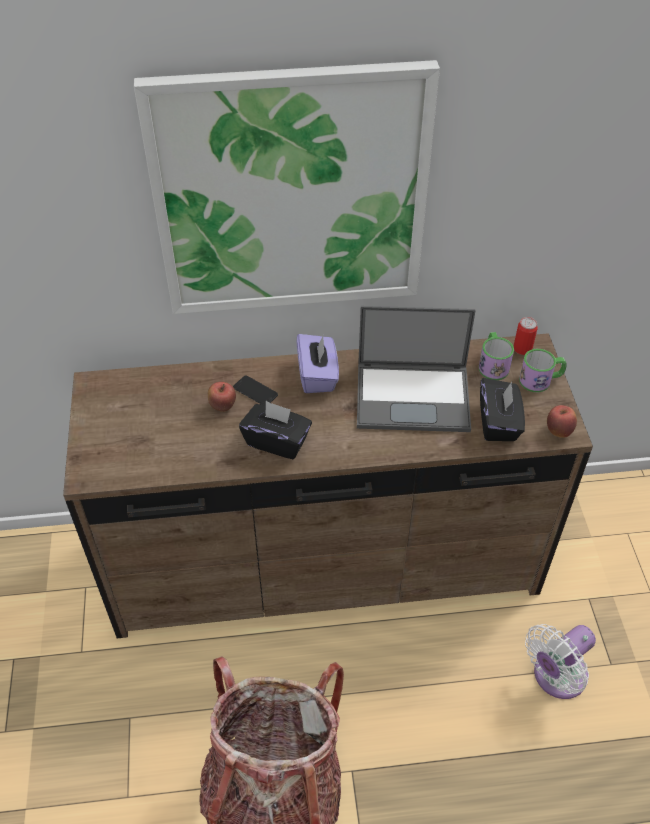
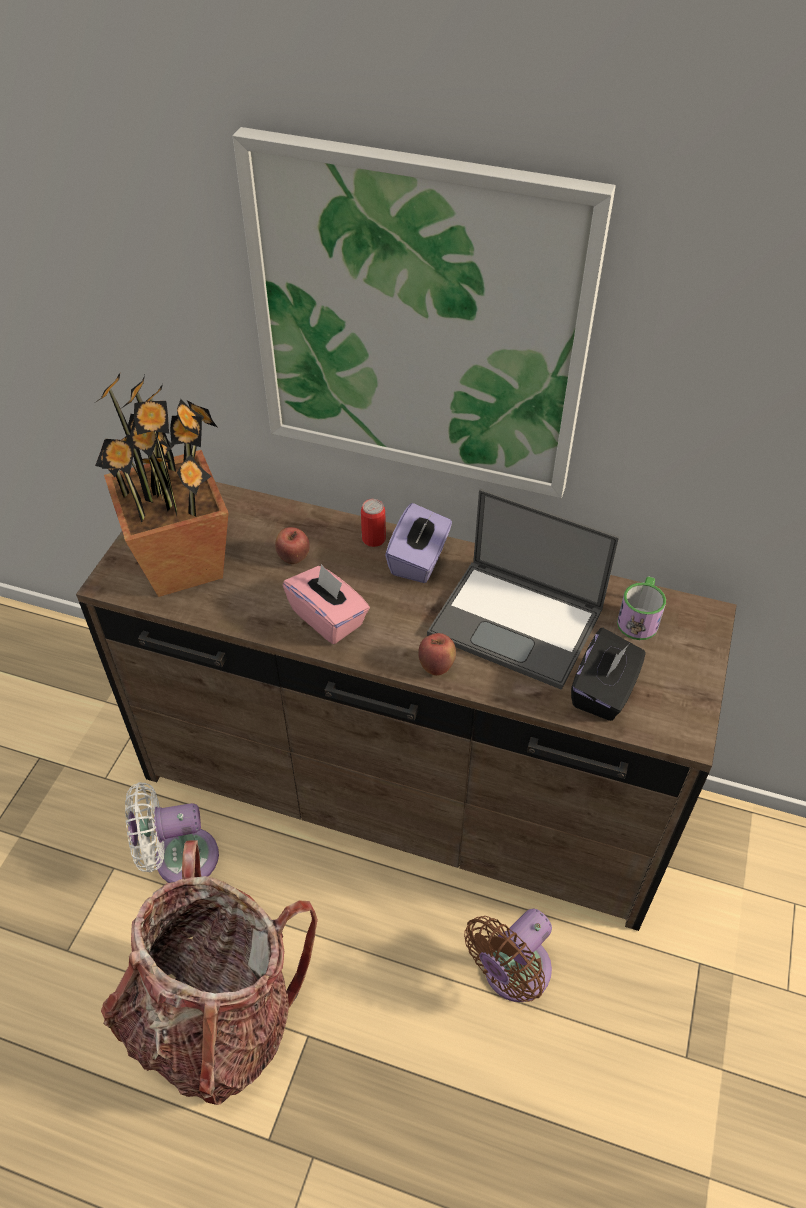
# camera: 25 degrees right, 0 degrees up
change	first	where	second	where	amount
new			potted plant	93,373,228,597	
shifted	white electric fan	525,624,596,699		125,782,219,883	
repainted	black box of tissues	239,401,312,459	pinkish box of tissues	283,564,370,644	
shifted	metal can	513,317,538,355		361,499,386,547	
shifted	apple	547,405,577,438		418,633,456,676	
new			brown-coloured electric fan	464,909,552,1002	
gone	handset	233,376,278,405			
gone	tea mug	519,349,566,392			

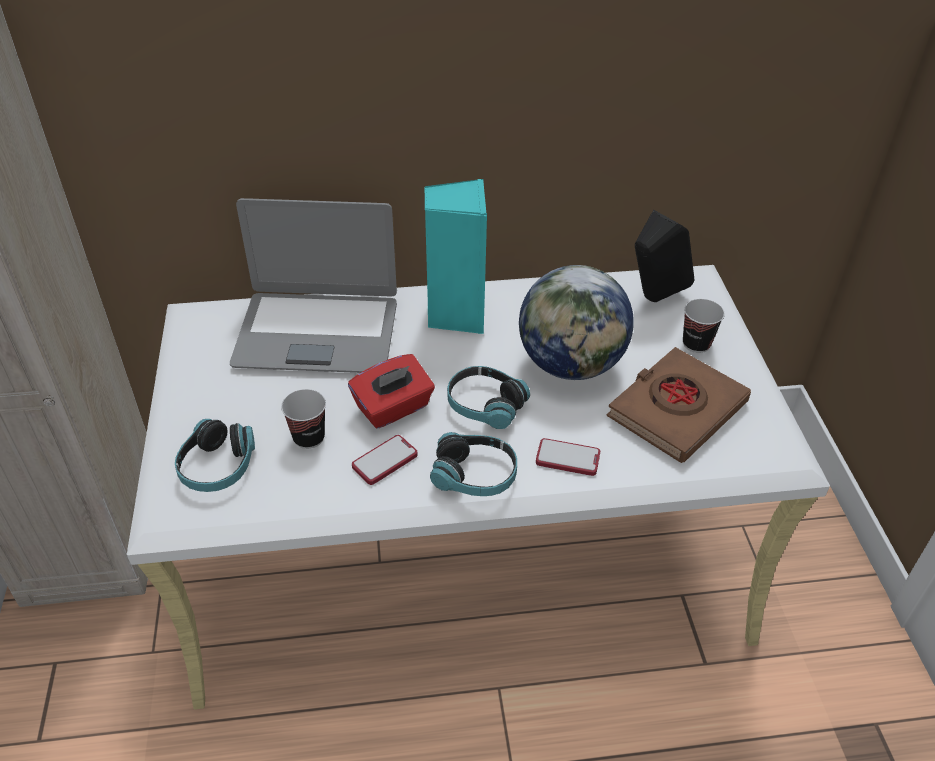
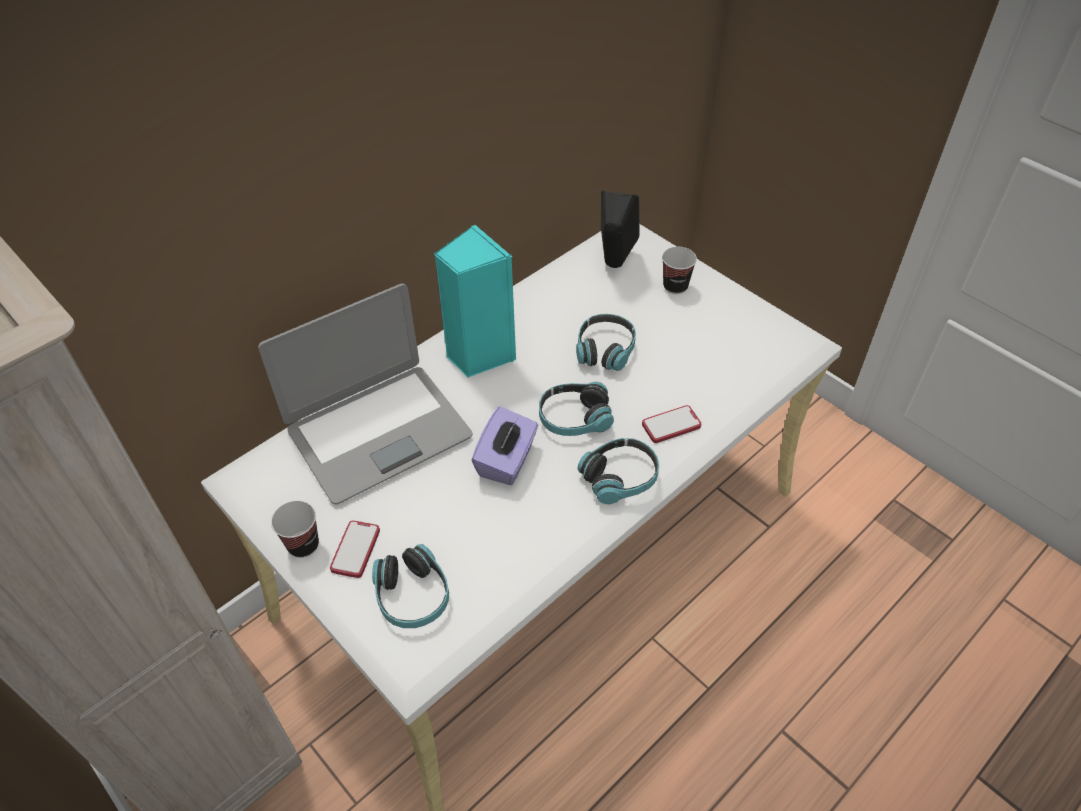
# camera: 35 degrees left, 5 degrees up
change	first	where	second	where	amount
shifted	cup	281,389,326,449		271,500,319,558	
shifted	handset	352,435,418,485		330,520,380,578	
repainted	red box of tissues	348,354,435,429	purple-coloured box of tissues	471,406,538,485	
swapped	desk globe	519,265,634,380	pair of headphones	576,314,636,371	
gone	brown-coloured bound book	606,347,751,463			

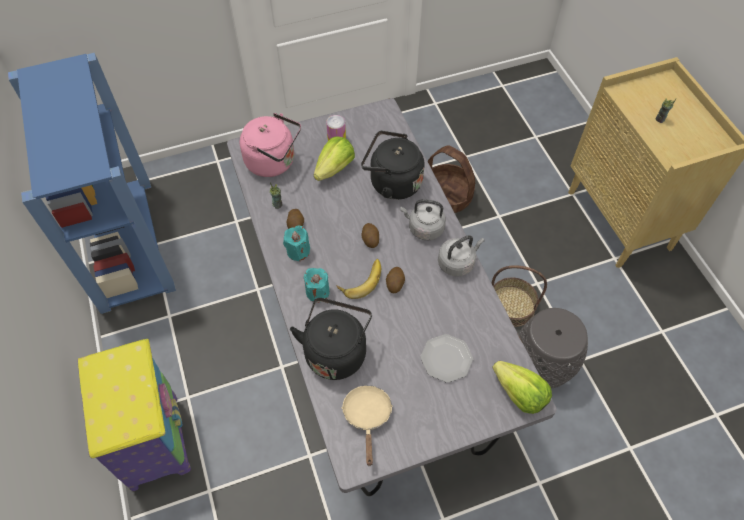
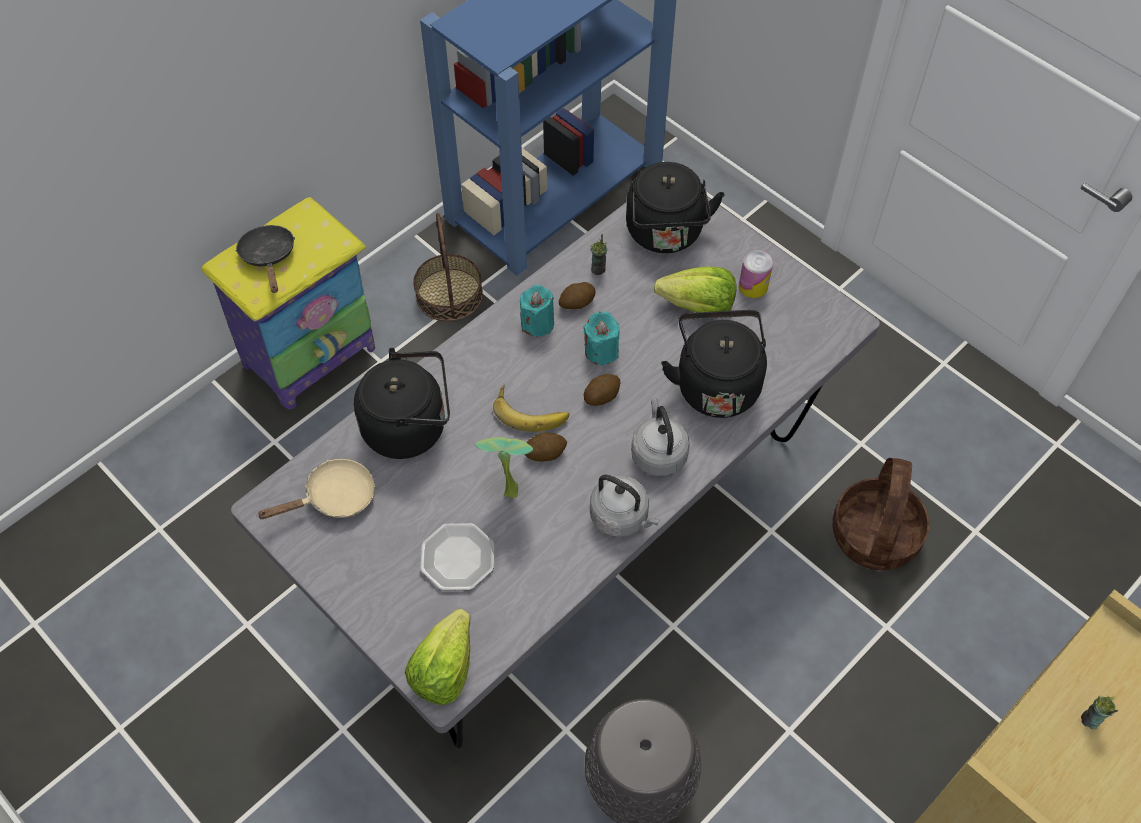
# camera: 65 degrees right, 0 degrees up
change	first	where	second	where	amount
new			black pan	235,225,295,293	
shifted	household basket	492,265,547,327		413,213,483,322	
new			potted plant	475,437,533,498	
shifted	blue-green wax light	303,268,330,303		584,312,619,365	
repainted	pinkish kettle	240,113,301,177	black kettle	626,162,725,253	

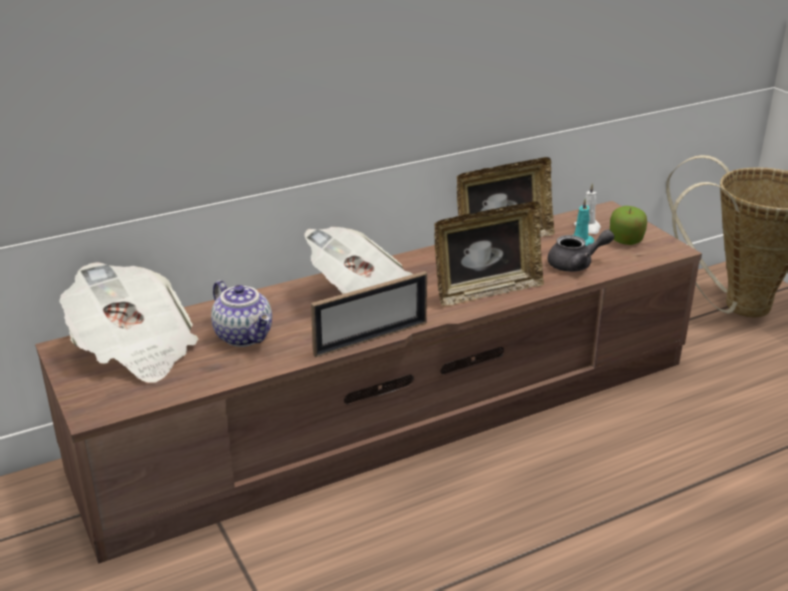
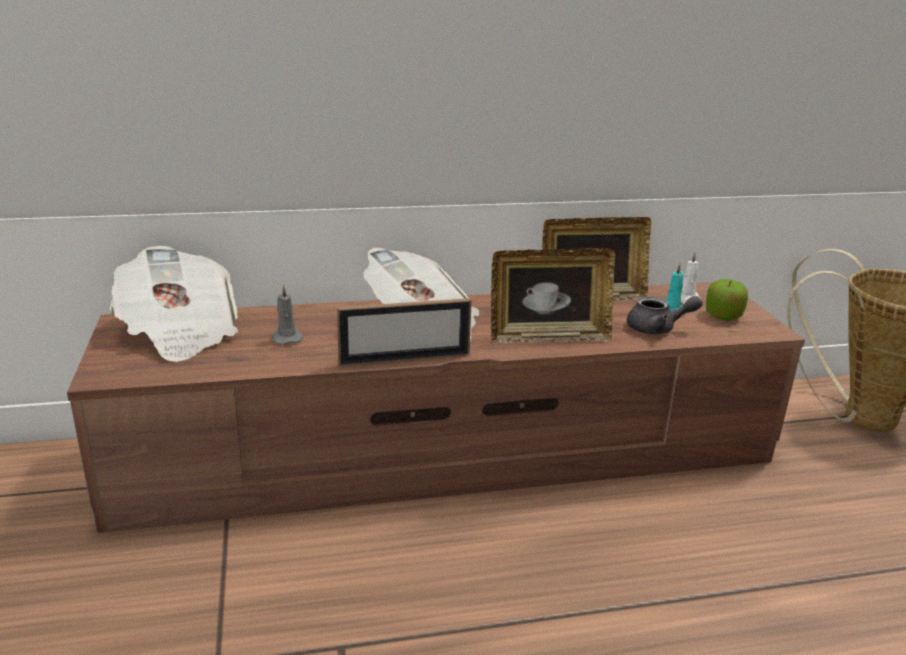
# camera: 15 degrees right, 5 degrees down
change	first	where	second	where	amount
swapped	teapot	211,280,272,347	gray wax light	272,285,303,345	

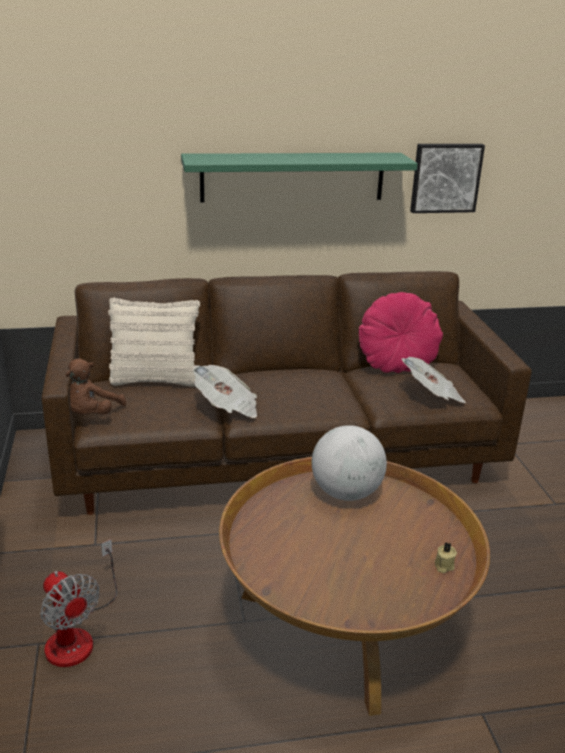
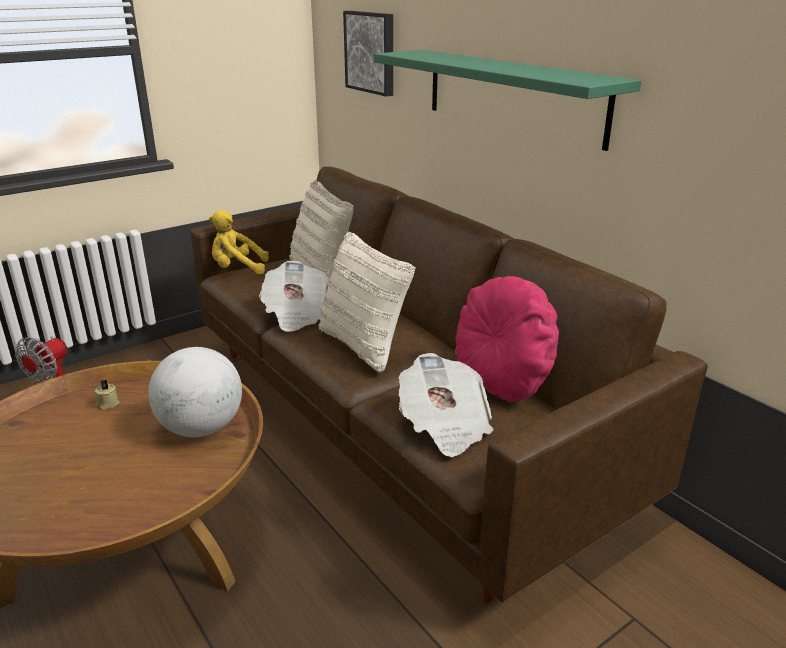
# camera: 65 degrees right, 0 degrees up
change	first	where	second	where	amount
shifted	beige-coloured wax light	434,542,457,573		95,379,120,410	
repainted	brown-coloured plush toy	66,358,126,415	yellowish plush toy	209,210,269,275	
new			beige-coloured cushion	318,232,416,373	
shifted	wall picture	410,144,485,213		343,11,393,96	

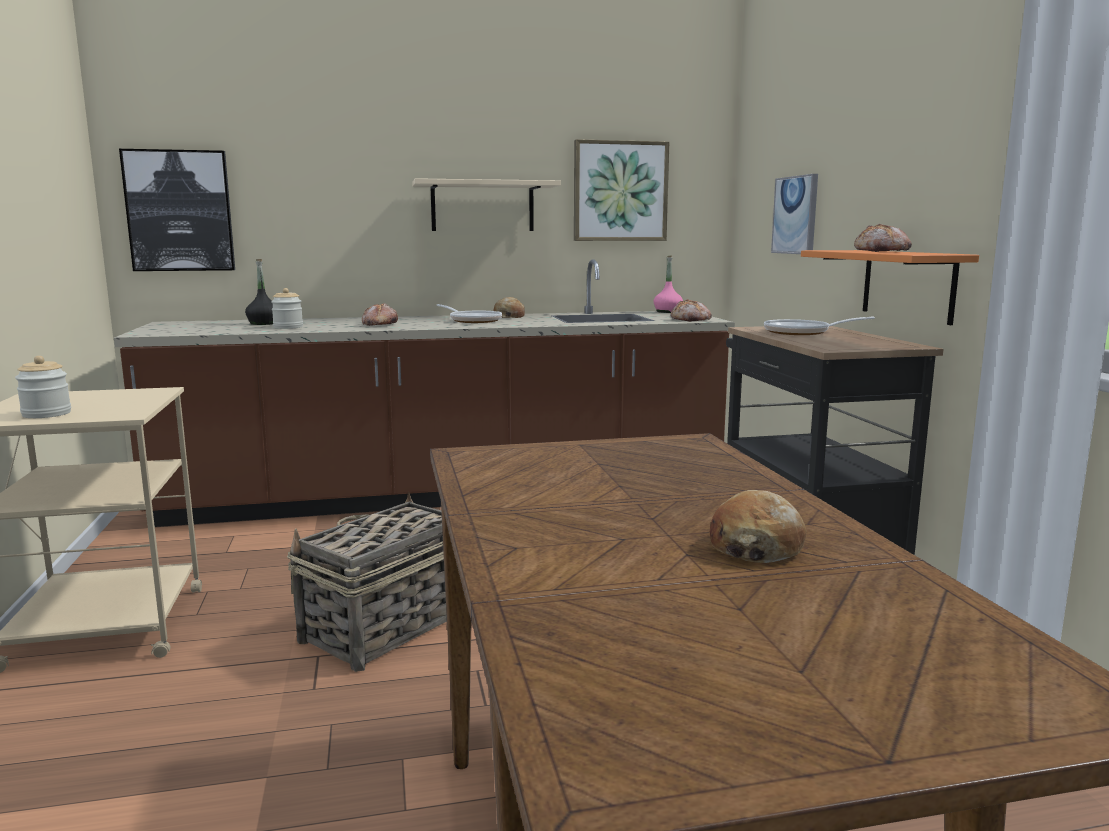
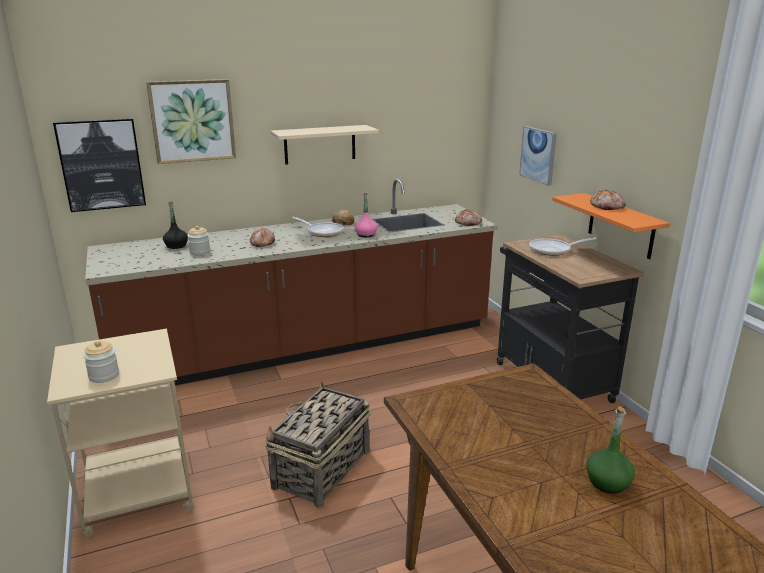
# camera: 10 degrees left, 10 degrees up
change	first	where	second	where	amount
shifted	wall picture	574,139,669,241		146,79,236,164	
shifted	pinkish beverage bottle	654,255,683,313		355,192,377,237	
swapped	baked bread	710,490,806,563	greenish beverage bottle	586,406,635,494	

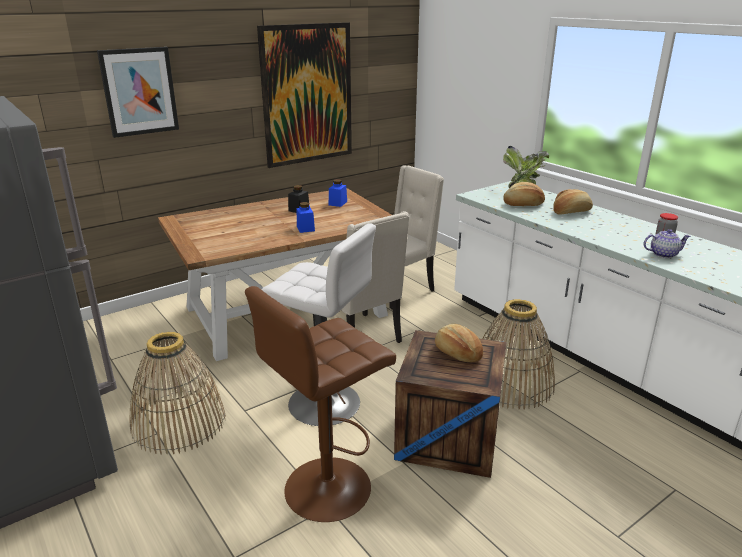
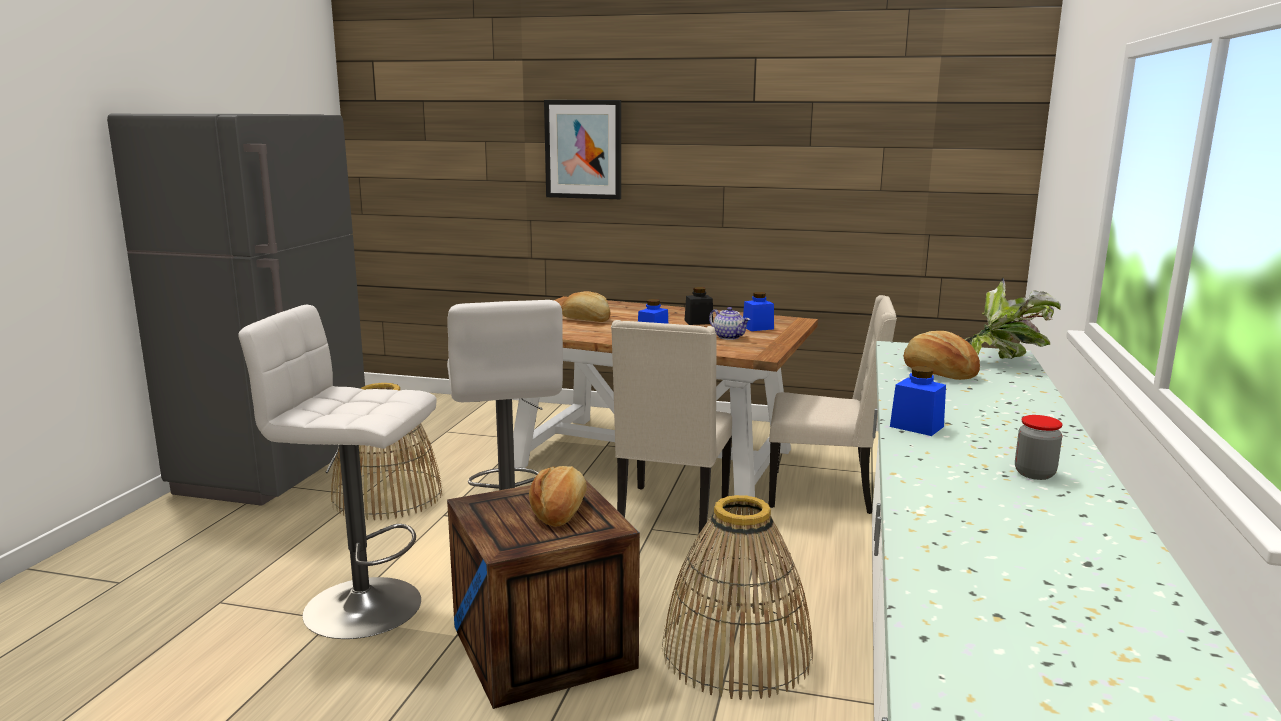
# camera: 50 degrees right, 10 degrees down
change	first	where	second	where	amount
repainted	brown-coloured stool seat	245,286,396,522	white stool seat	238,305,437,639	
shifted	baked bread	553,189,593,215		561,291,611,322	
shifted	teapot	644,229,691,258		709,307,750,340	
new			bluish preserve jar	890,366,946,436	
gone	wall picture	257,22,352,168			

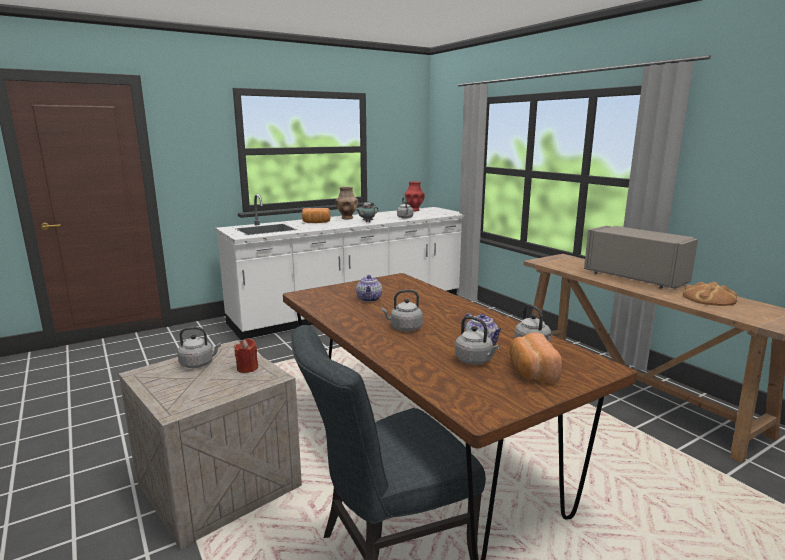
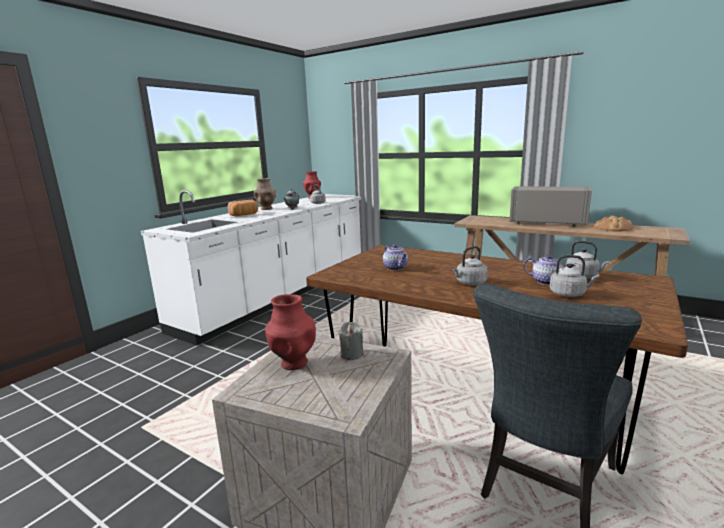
# camera: 25 degrees left, 0 degrees up
change	first	where	second	where	amount
swapped	gray kettle	178,327,221,368	red flower vase	265,294,316,370	
repainted	red wax light	234,338,258,373	gray wax light	338,322,364,360	
gone	baked bread	510,333,562,383			

